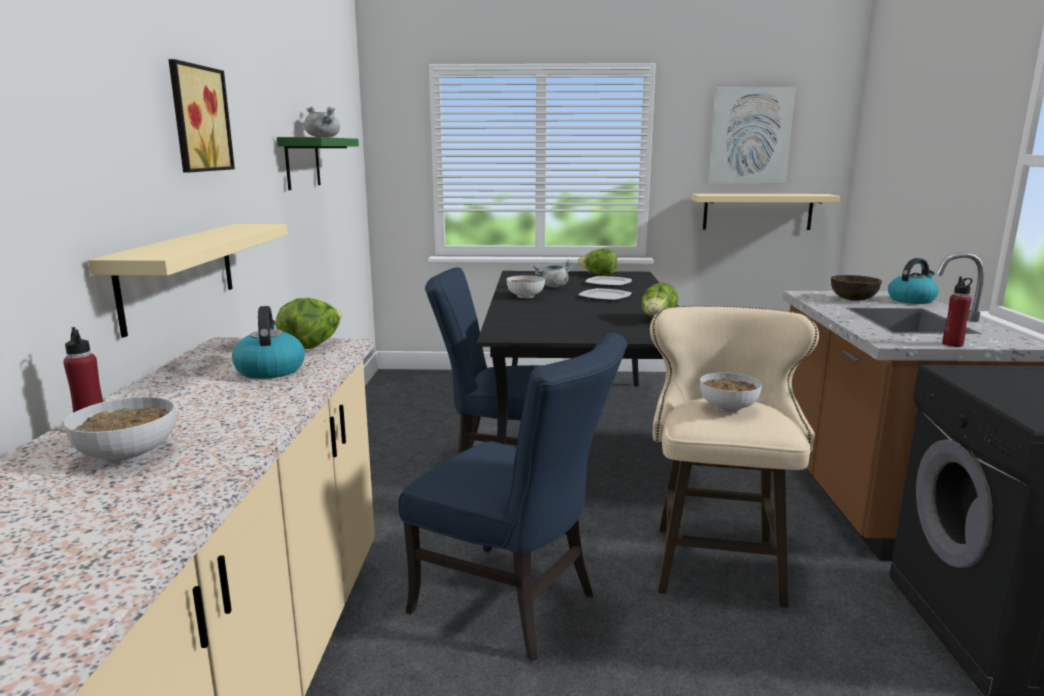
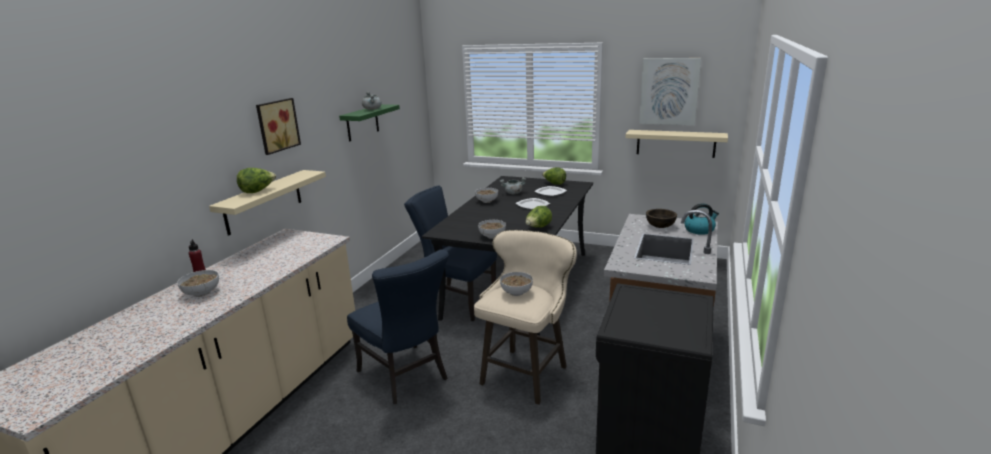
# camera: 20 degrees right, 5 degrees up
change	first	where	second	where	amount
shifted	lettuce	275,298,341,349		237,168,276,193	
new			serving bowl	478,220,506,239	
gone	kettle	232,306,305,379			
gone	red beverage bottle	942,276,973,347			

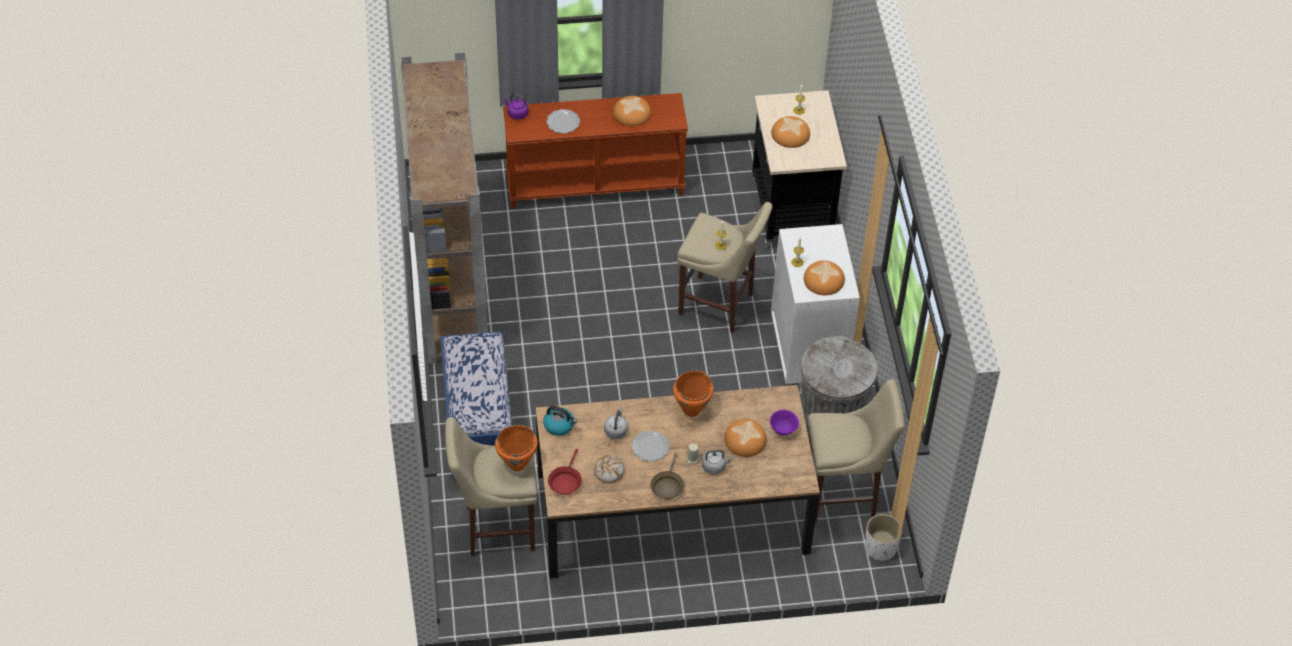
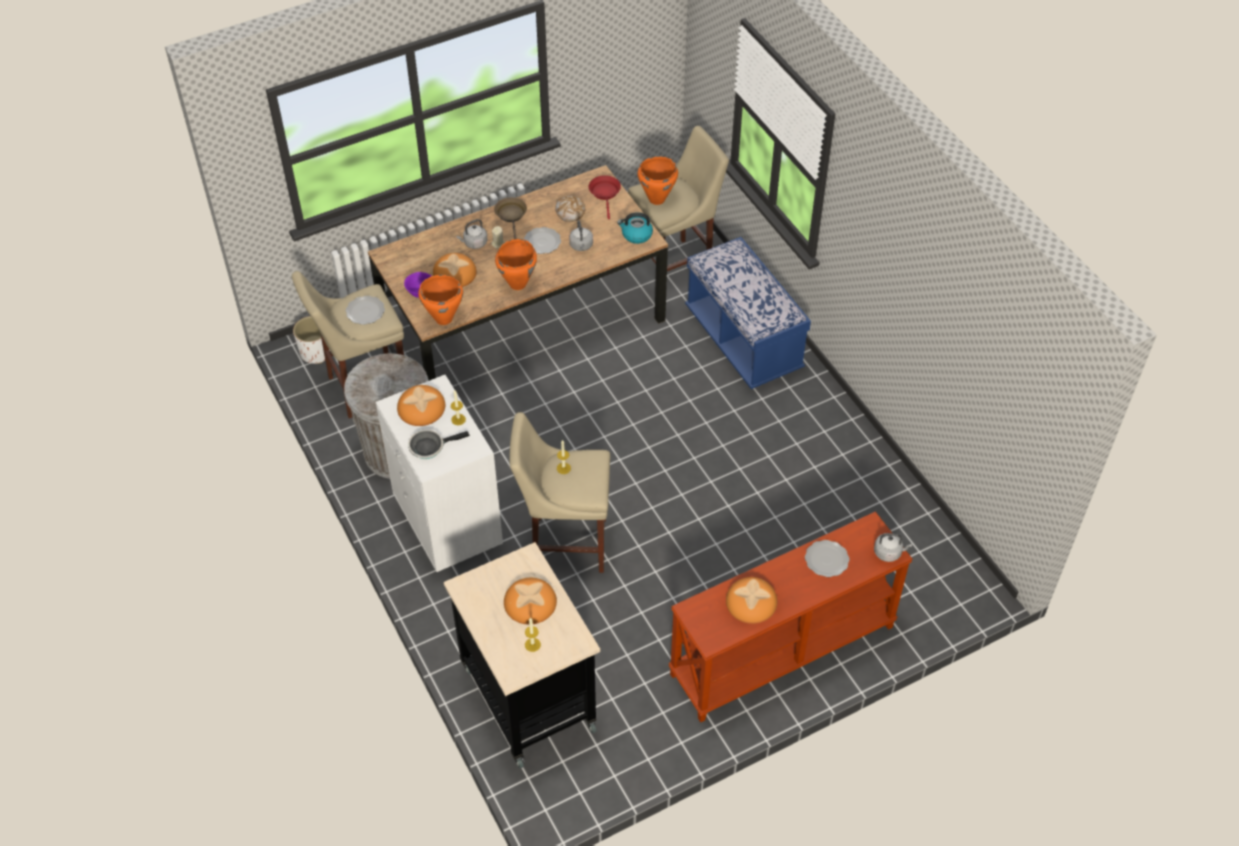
# camera: 160 degrees right, 0 degrees up
change	first	where	second	where	amount
new			plate	346,296,385,325	
new			pan	408,429,470,459	
new			orange-coloured saucepot	418,275,463,325	
repainted	purple-coloured kettle	503,94,529,120	gray kettle	874,533,912,562	
gone	brown-coloured shelving unit	400,52,488,364			

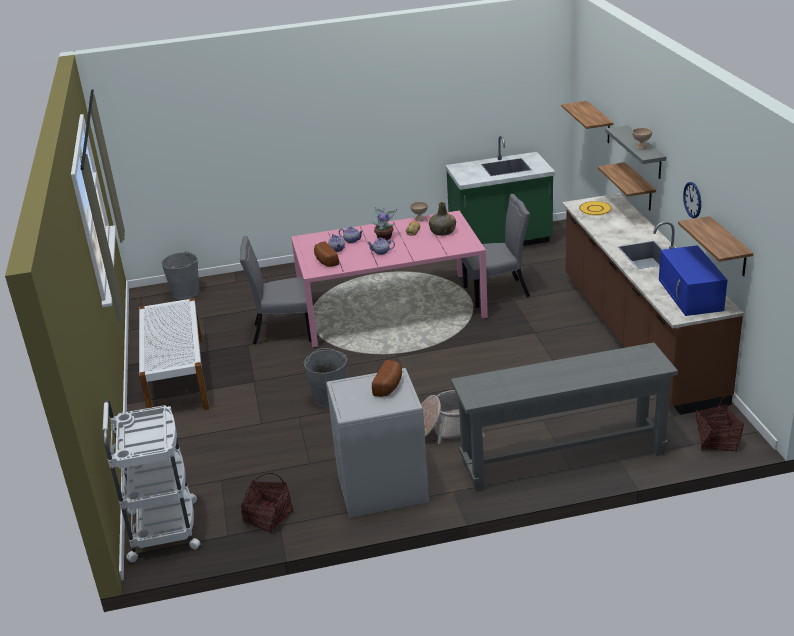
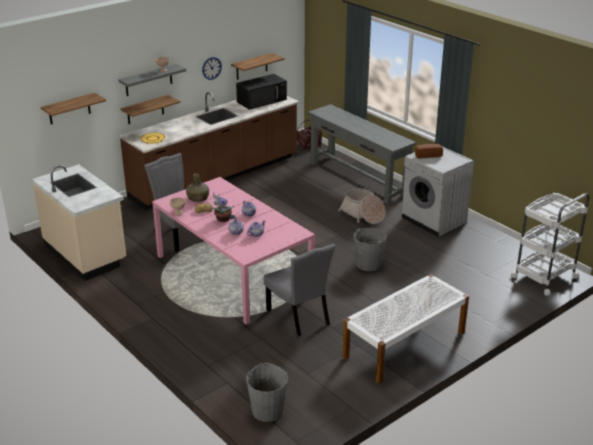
# camera: 120 degrees left, 0 degrees up
change	first	where	second	where	amount
repainted	greenish kitchen counter	445,136,555,246	beige-coloured kitchen counter	32,164,126,281	
repainted	bluish kitchen microwave	659,245,727,316	black kitchen microwave	236,74,287,110	
gone	household basket	241,473,293,534			
gone	baked bread	314,241,339,267			

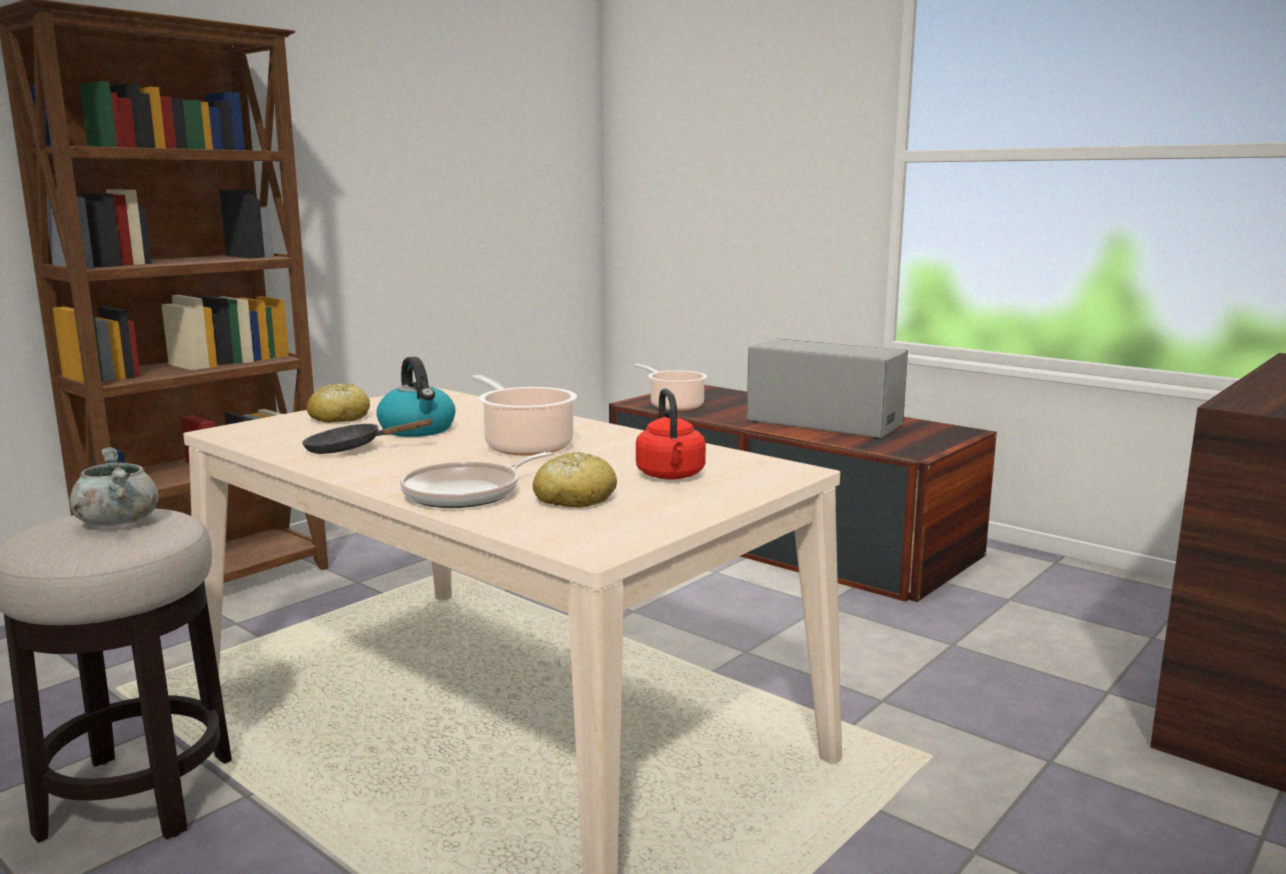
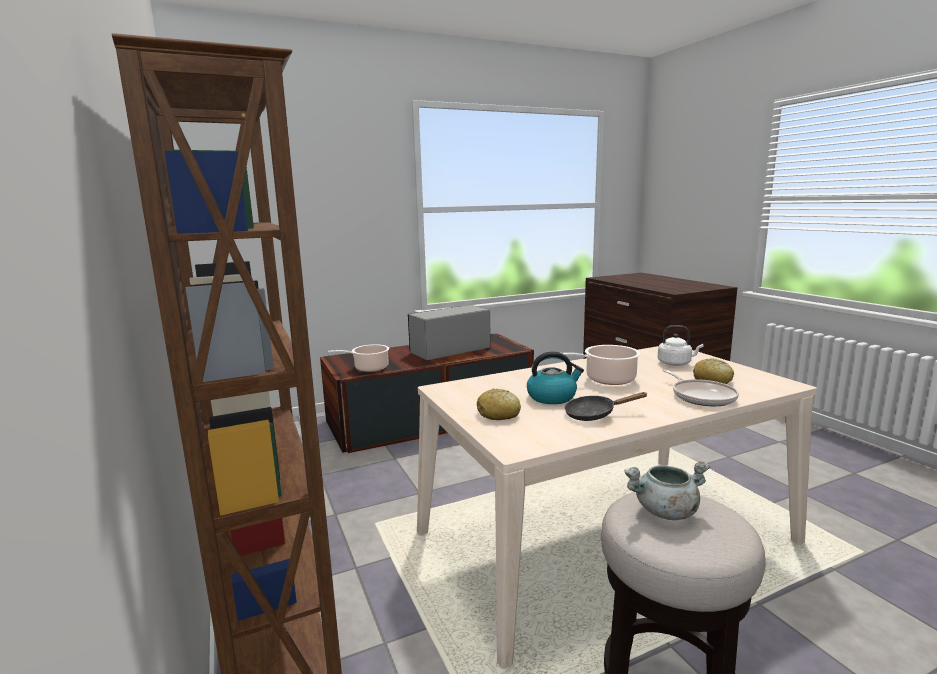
# camera: 65 degrees left, 0 degrees up
change	first	where	second	where	amount
rotated	black pan	302,419,434,454		564,392,648,421	60 degrees clockwise
repainted	red kettle	636,388,706,480	white kettle	658,325,703,366	

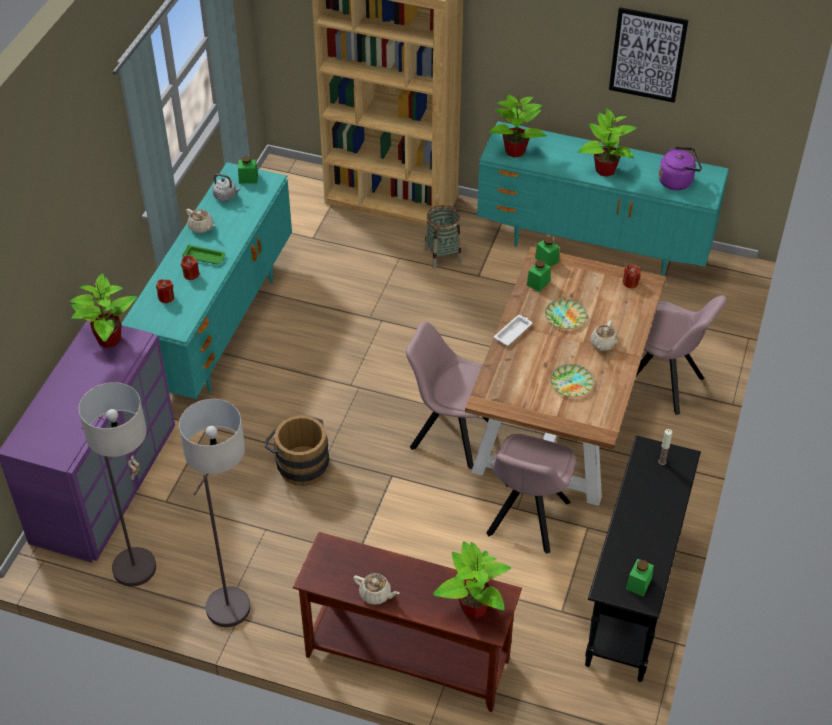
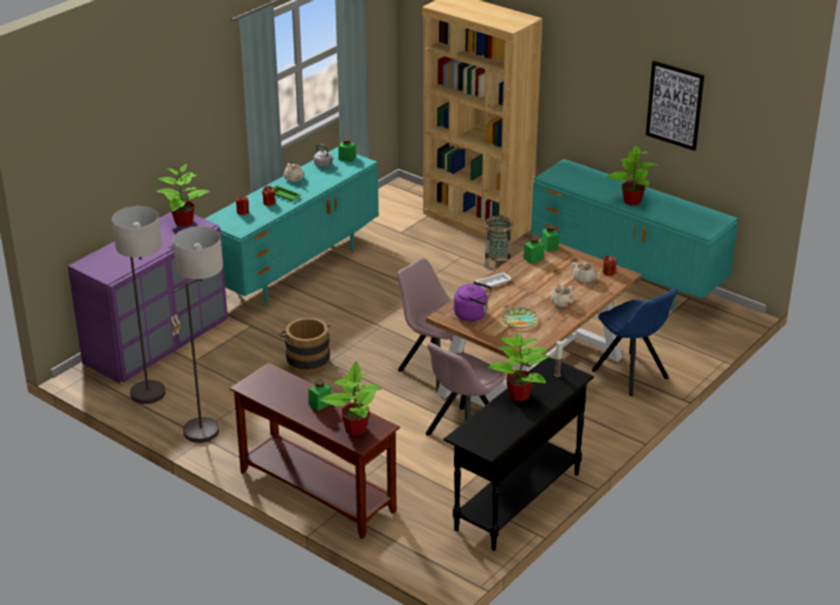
# camera: 20 degrees right, 15 degrees down
change	first	where	second	where	amount
shifted	greenish preserve jar	626,559,654,596		308,380,332,411	
shifted	purple-coloured kettle	658,146,702,190		454,281,492,321	
shifted	potted plant	489,95,547,158		487,334,550,401	
shifted	beige-coloured teapot	353,573,400,605		571,262,599,283	
repainted	pinkish plain chair	636,295,727,415	bluish plain chair	592,288,678,396	
gone	plate	545,299,587,329			

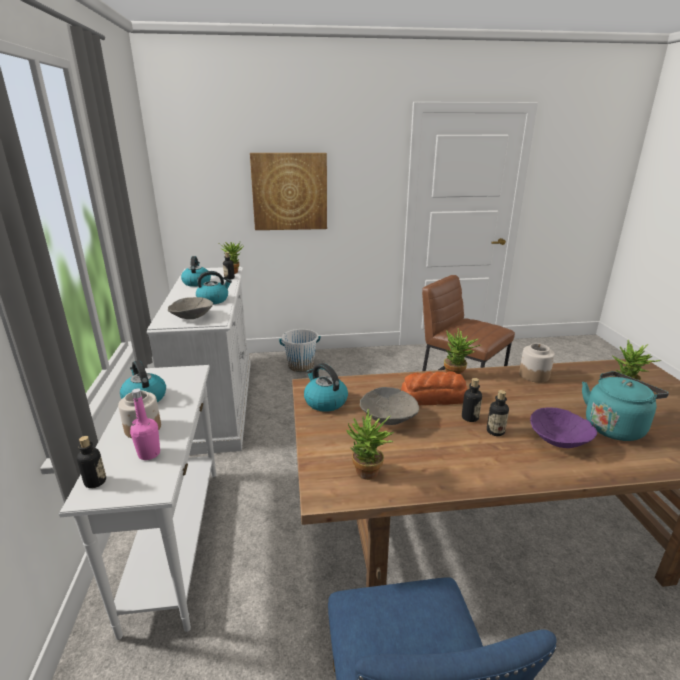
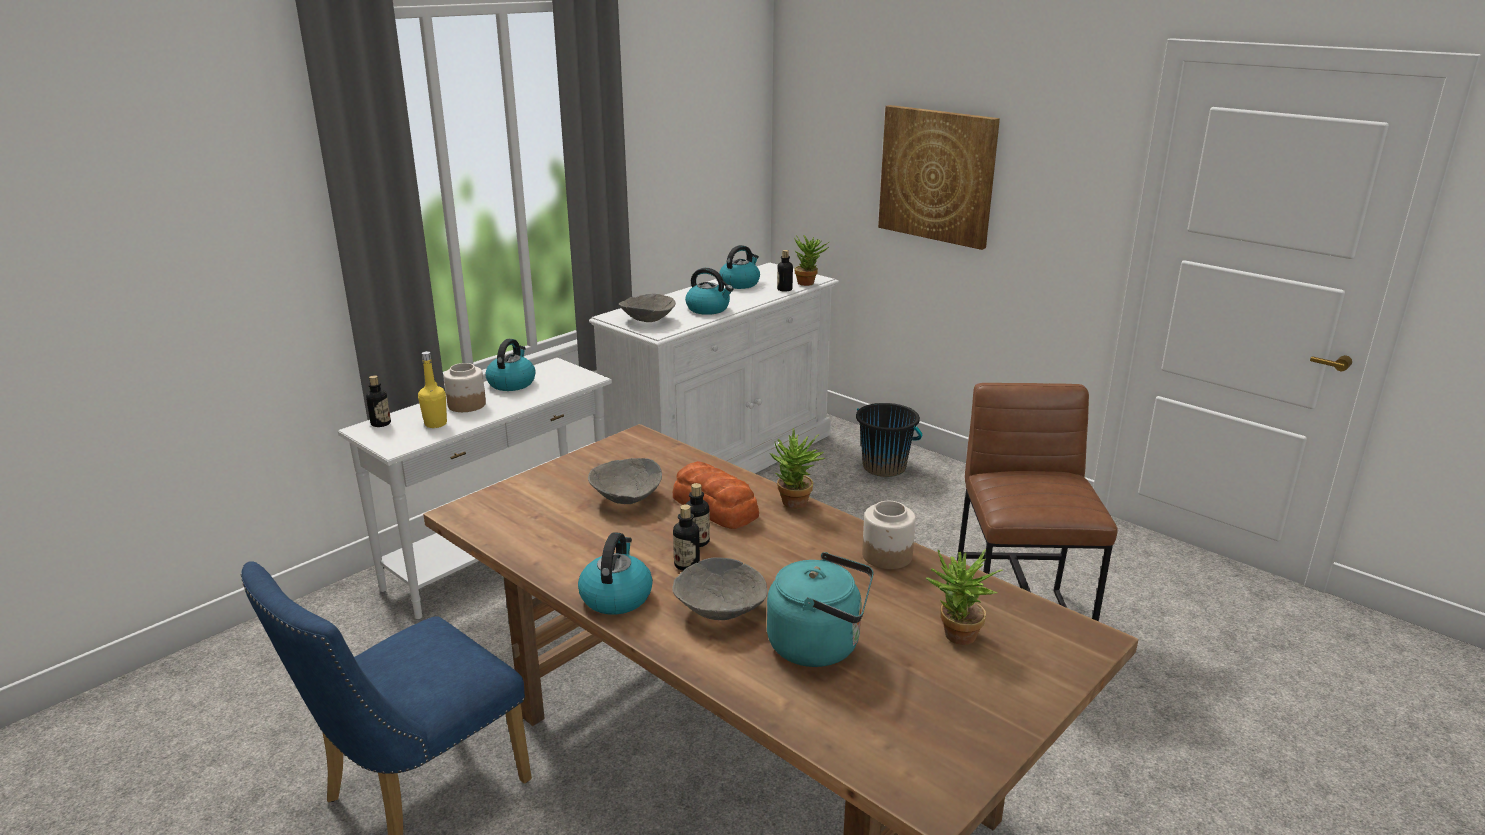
# camera: 50 degrees right, 0 degrees up
change	first	where	second	where	amount
repainted	pinkish beverage bottle	130,388,160,460	yellowish beverage bottle	418,351,447,428	
shifted	kettle	304,363,348,412		578,532,653,615	
repainted	purple-coloured serving bowl	530,407,597,448	gray serving bowl	672,557,767,620	
repainted	white pail	279,329,321,372	black pail	856,403,922,477	
gone	potted plant	346,409,394,480			

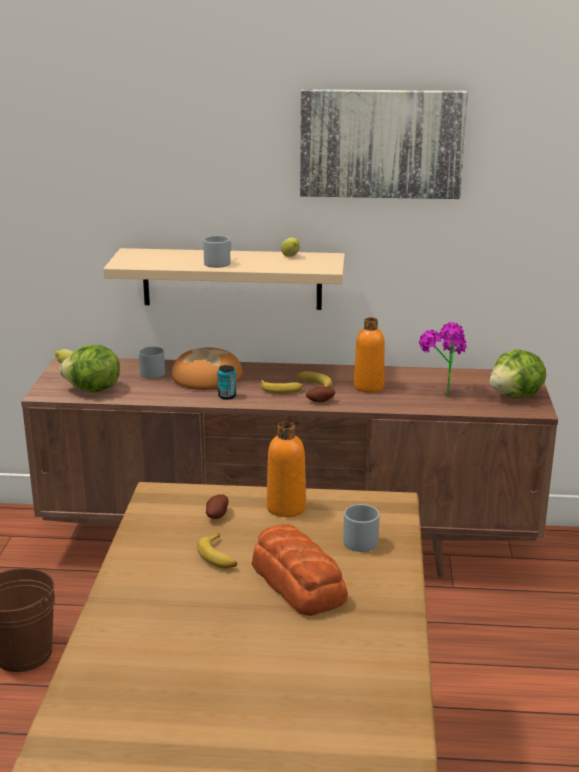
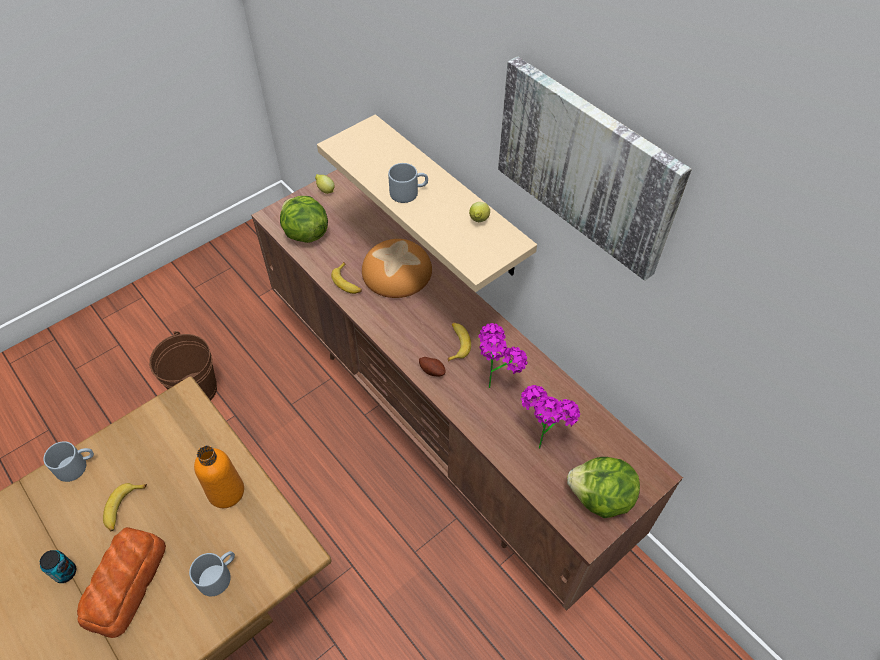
# camera: 45 degrees right, 30 degrees up
change	first	where	second	where	amount
shifted	metal can	217,365,236,400		40,550,76,583	
shifted	gray tea mug	139,347,165,379		43,441,94,482	
shifted	banana	260,380,304,394		331,262,362,294	
swapped	orange-coloured beverage bottle	354,317,385,393	potted plant	479,323,528,388	
gone	whole potato	206,494,228,519			

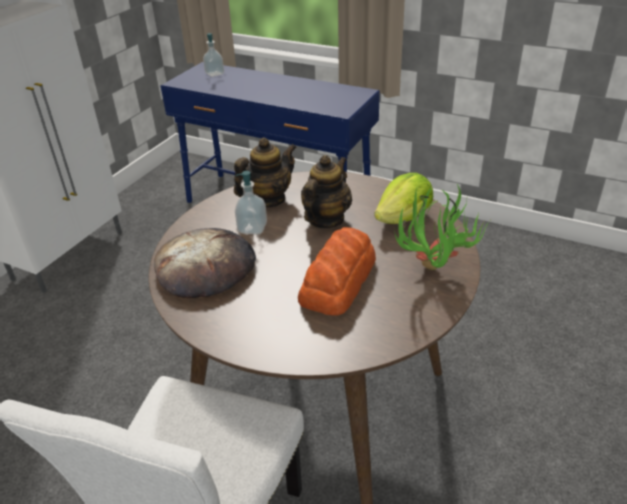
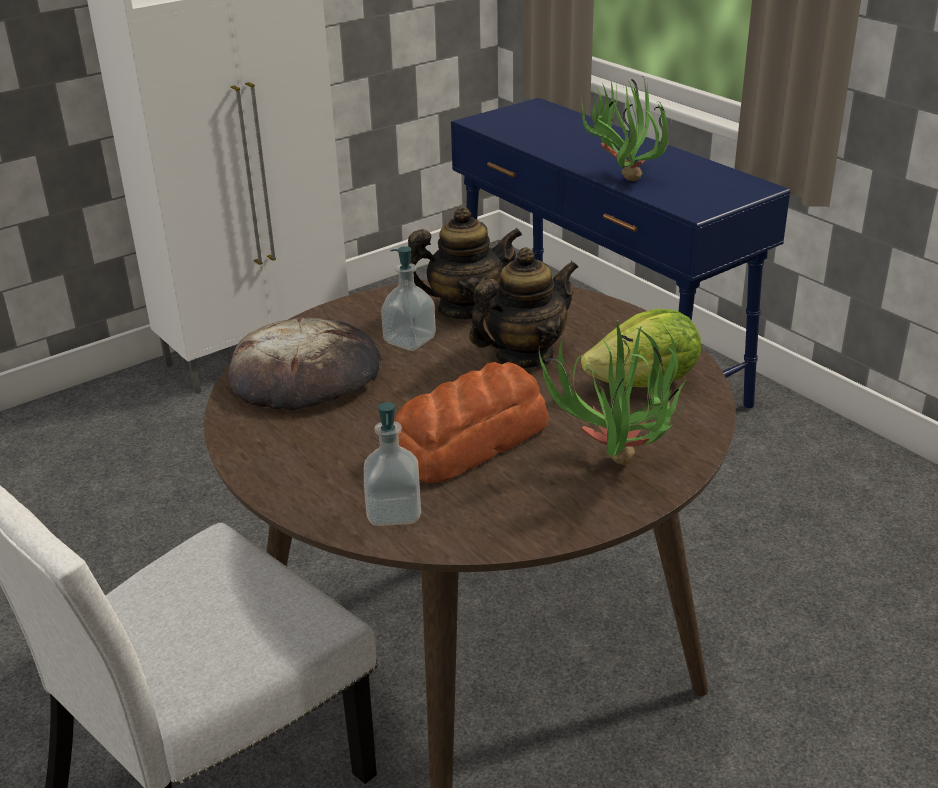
# camera: 25 degrees right, 5 degrees down
change	first	where	second	where	amount
shifted	soap bottle	203,33,224,77		364,402,421,526	
new			potted plant	581,79,671,181	

